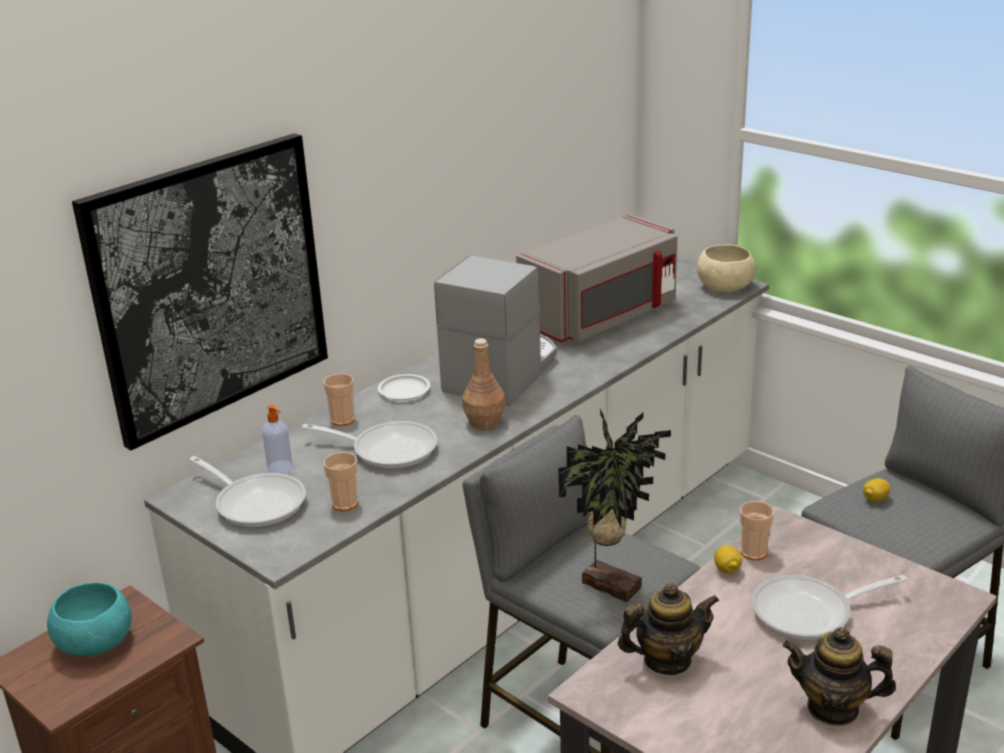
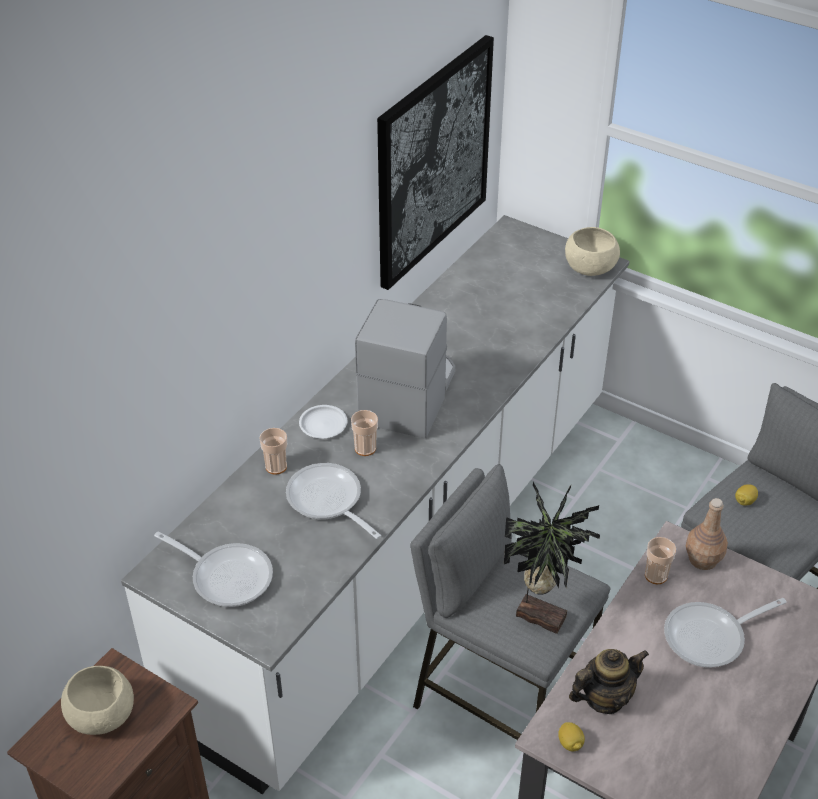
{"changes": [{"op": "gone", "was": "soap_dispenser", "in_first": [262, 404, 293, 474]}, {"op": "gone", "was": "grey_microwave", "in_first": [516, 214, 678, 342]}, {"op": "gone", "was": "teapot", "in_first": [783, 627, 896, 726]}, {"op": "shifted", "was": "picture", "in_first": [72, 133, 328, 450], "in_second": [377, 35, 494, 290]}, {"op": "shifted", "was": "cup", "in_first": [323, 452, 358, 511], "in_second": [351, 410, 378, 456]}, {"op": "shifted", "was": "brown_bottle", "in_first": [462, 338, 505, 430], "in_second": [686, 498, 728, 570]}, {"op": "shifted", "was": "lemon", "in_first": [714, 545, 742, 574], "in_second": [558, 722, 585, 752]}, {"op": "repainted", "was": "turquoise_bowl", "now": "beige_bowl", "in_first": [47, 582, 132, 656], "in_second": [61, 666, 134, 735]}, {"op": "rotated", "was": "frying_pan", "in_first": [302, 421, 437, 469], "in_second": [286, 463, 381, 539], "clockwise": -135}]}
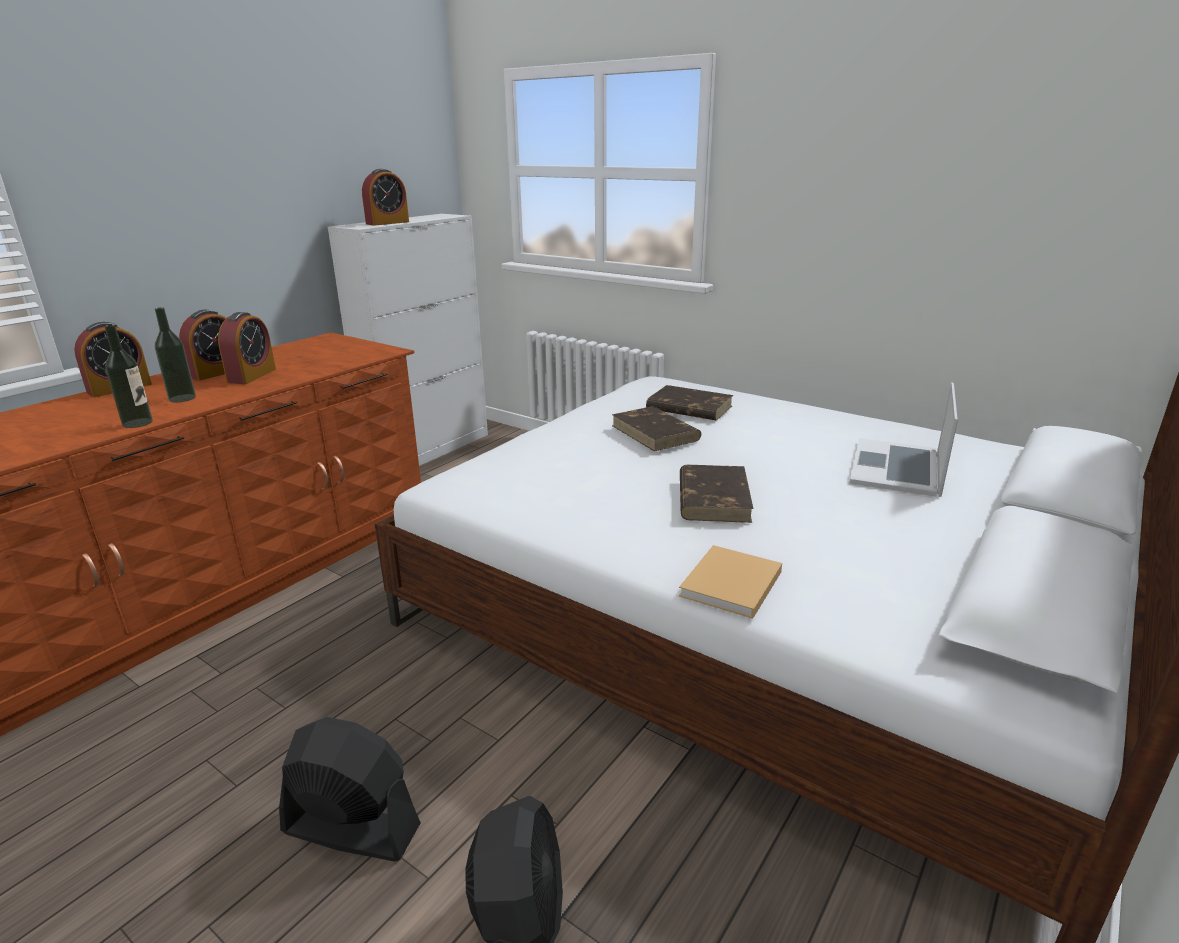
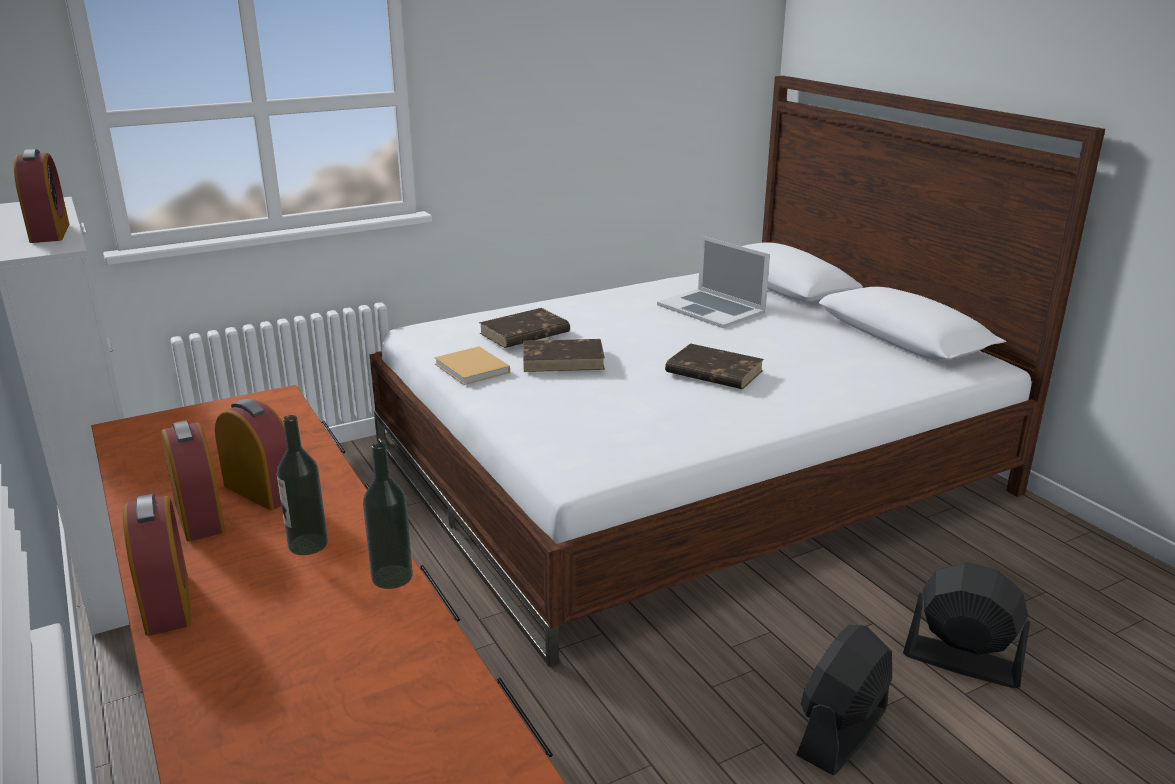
{"changes": [{"op": "shifted", "was": "beige_book", "in_first": [679, 545, 782, 619], "in_second": [434, 347, 510, 385]}]}
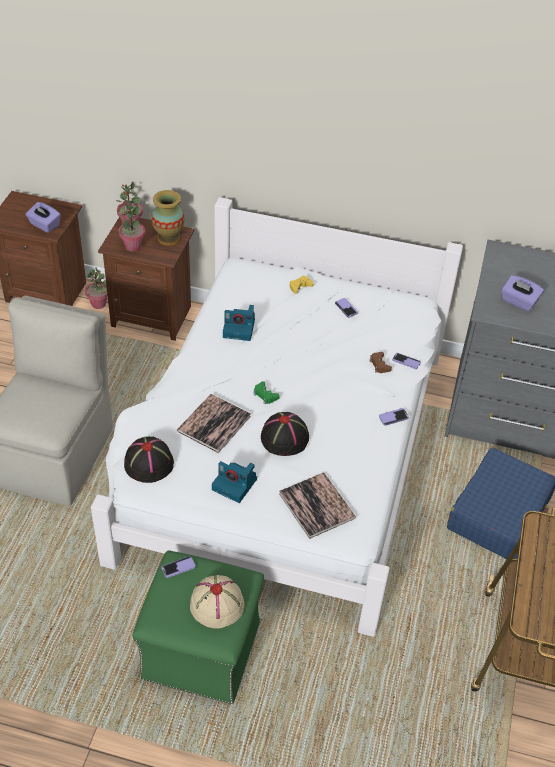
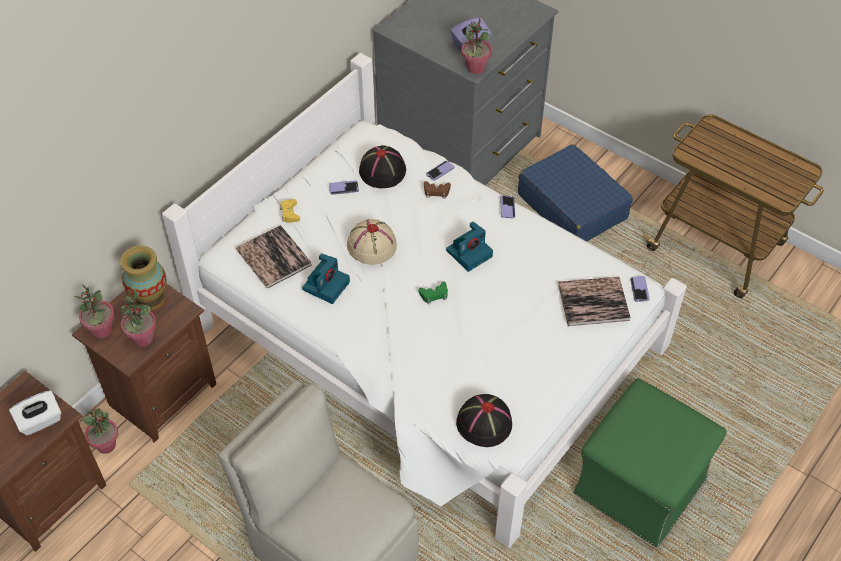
{"changes": [{"op": "new", "now": "potted_plant", "in_second": [461, 16, 492, 74]}, {"op": "shifted", "was": "phone", "in_first": [161, 556, 196, 578], "in_second": [630, 276, 650, 302]}, {"op": "shifted", "was": "book", "in_first": [177, 394, 251, 453], "in_second": [236, 225, 312, 288]}, {"op": "shifted", "was": "beige_hat", "in_first": [190, 575, 244, 628], "in_second": [347, 219, 397, 265]}, {"op": "shifted", "was": "photo_camera", "in_first": [212, 461, 257, 503], "in_second": [446, 221, 493, 272]}, {"op": "shifted", "was": "black_hat", "in_first": [261, 412, 309, 456], "in_second": [359, 145, 406, 188]}, {"op": "repainted", "was": "purple_tissue_box", "now": "white_tissue_box", "in_first": [26, 202, 61, 233], "in_second": [9, 390, 61, 436]}]}
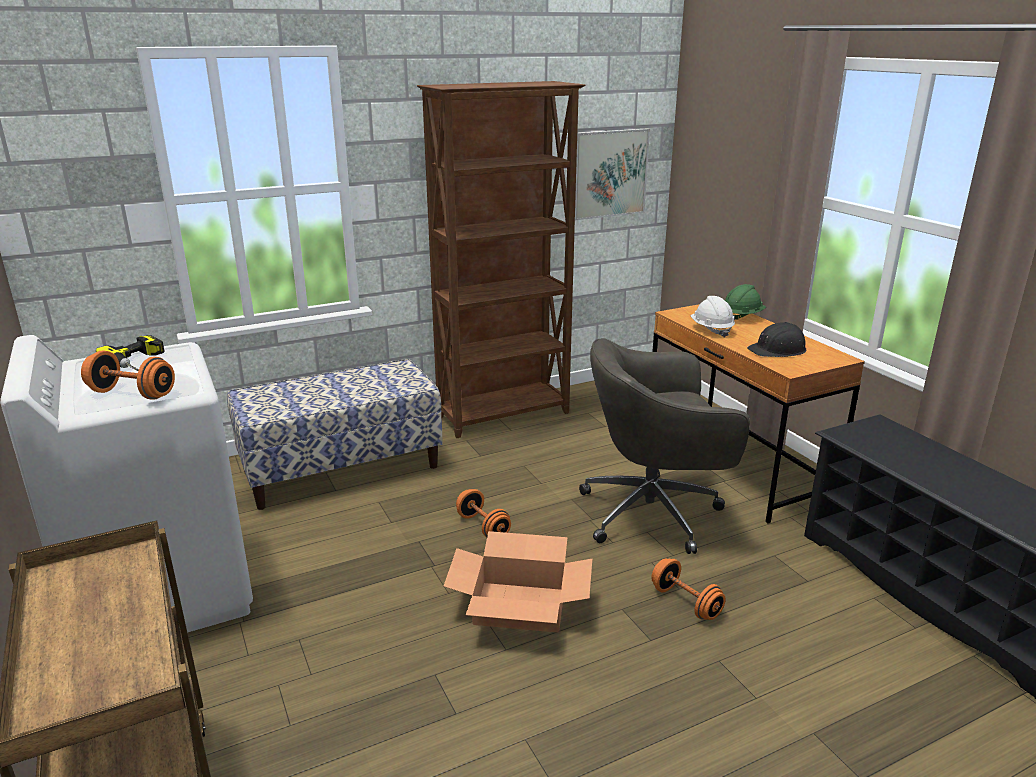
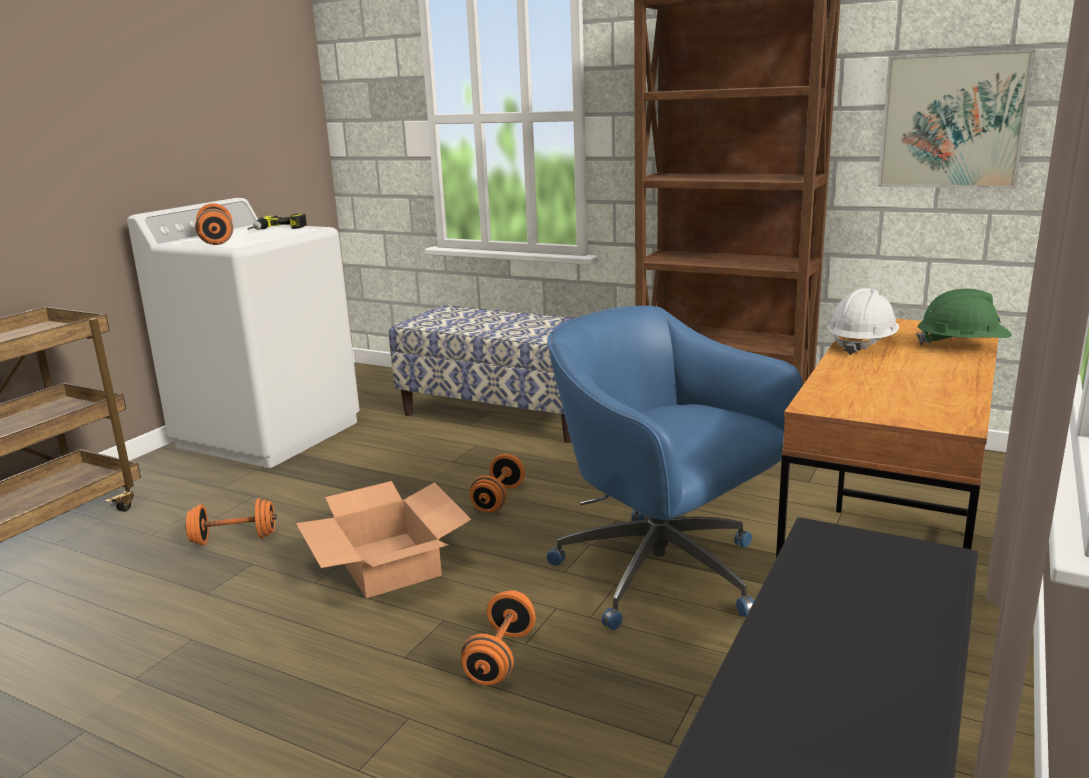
{"changes": [{"op": "gone", "was": "black_hard_hat", "in_first": [747, 322, 806, 357]}, {"op": "new", "now": "orange_dumbbell", "in_second": [185, 498, 277, 545]}, {"op": "repainted", "was": "grey_office_chair", "now": "blue_office_chair", "in_first": [579, 338, 750, 554], "in_second": [546, 306, 803, 630]}]}
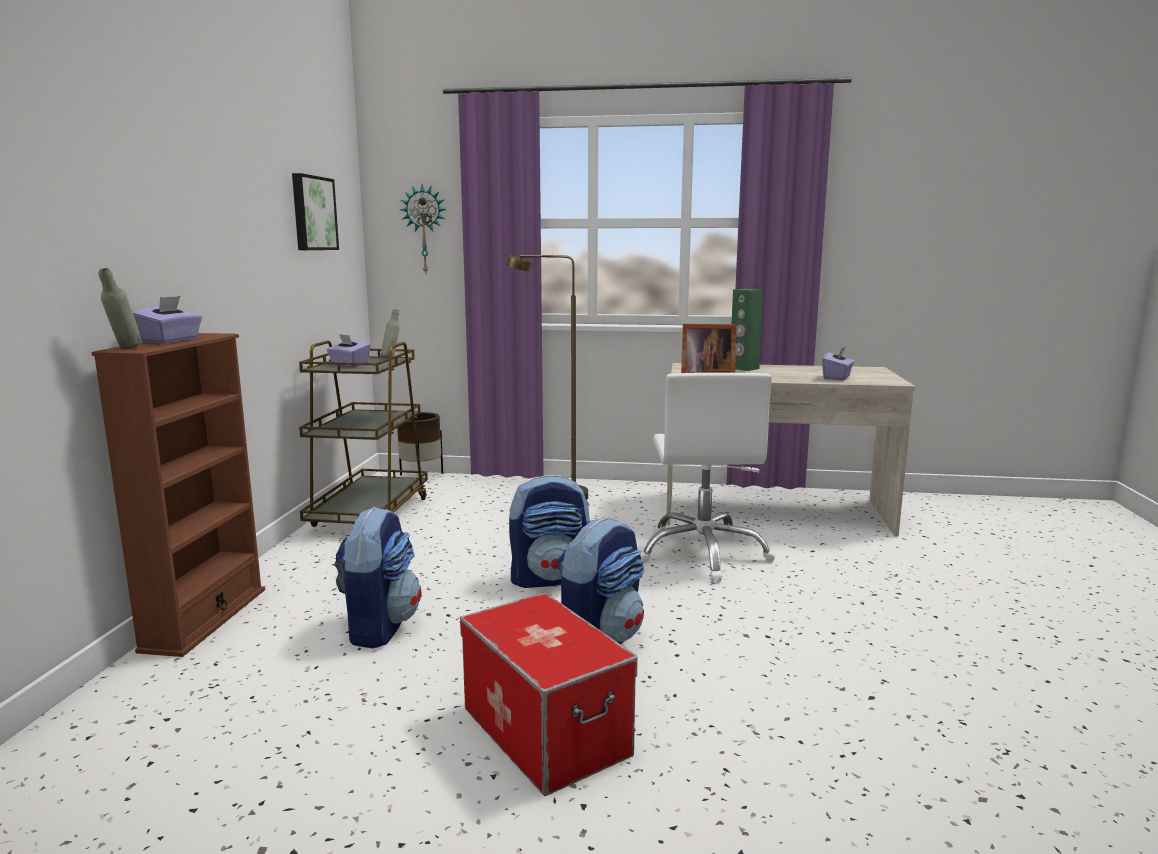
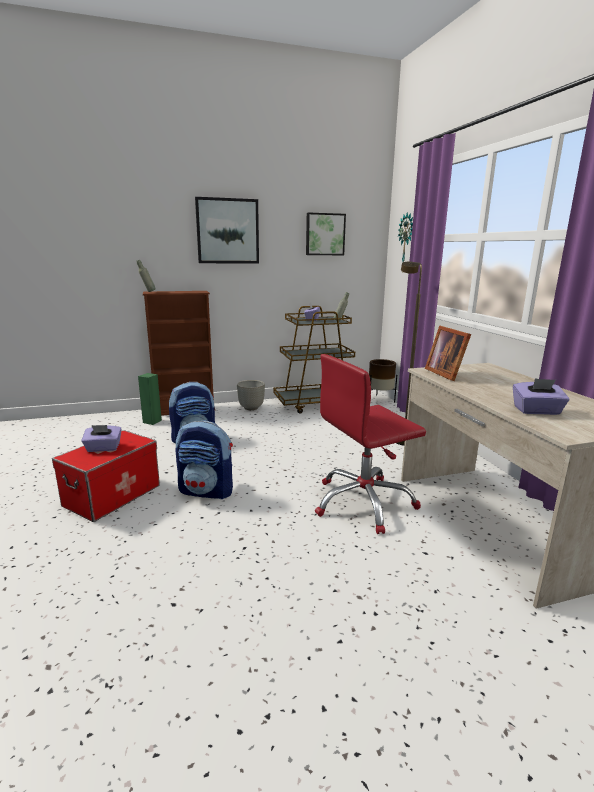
{"changes": [{"op": "gone", "was": "backpack", "in_first": [509, 475, 590, 588]}, {"op": "new", "now": "picture", "in_second": [195, 197, 259, 263]}, {"op": "new", "now": "grey_planter", "in_second": [237, 380, 265, 410]}, {"op": "shifted", "was": "purple_tissue_box", "in_first": [133, 296, 202, 343], "in_second": [81, 425, 122, 452]}, {"op": "shifted", "was": "green_speaker", "in_first": [732, 289, 763, 371], "in_second": [138, 373, 162, 425]}, {"op": "repainted", "was": "white_office_chair", "now": "red_office_chair", "in_first": [640, 373, 775, 581], "in_second": [315, 354, 426, 534]}]}
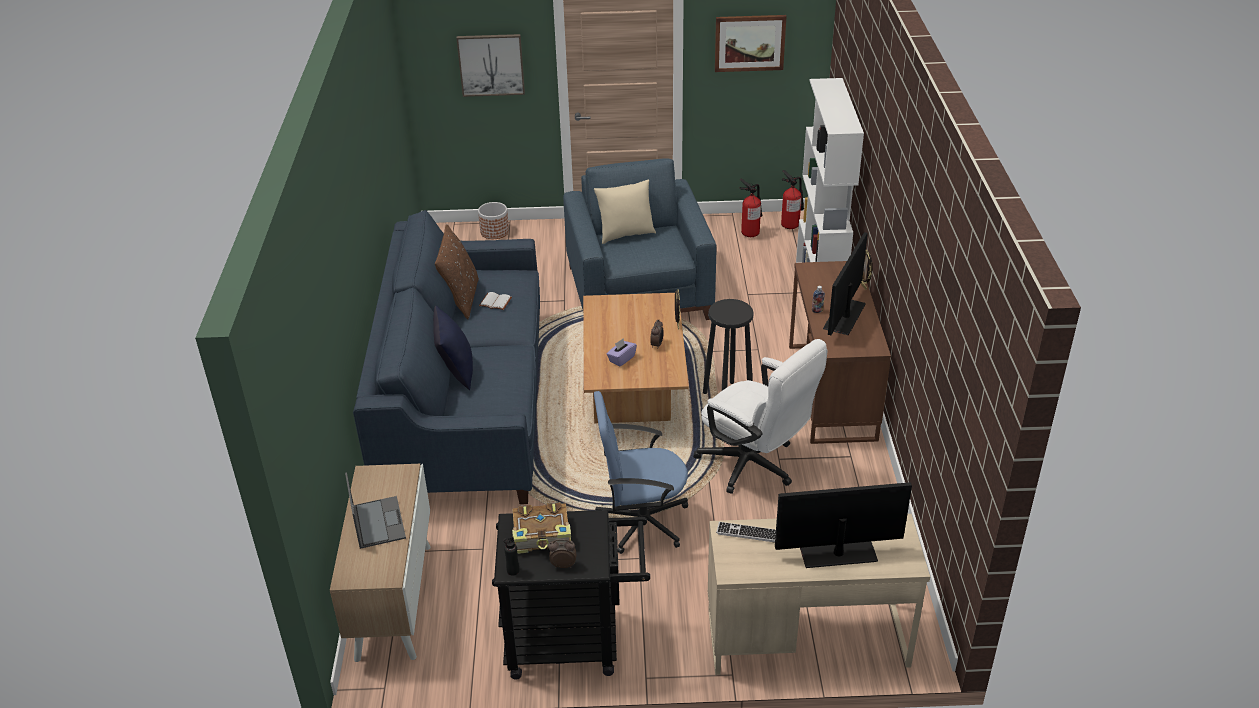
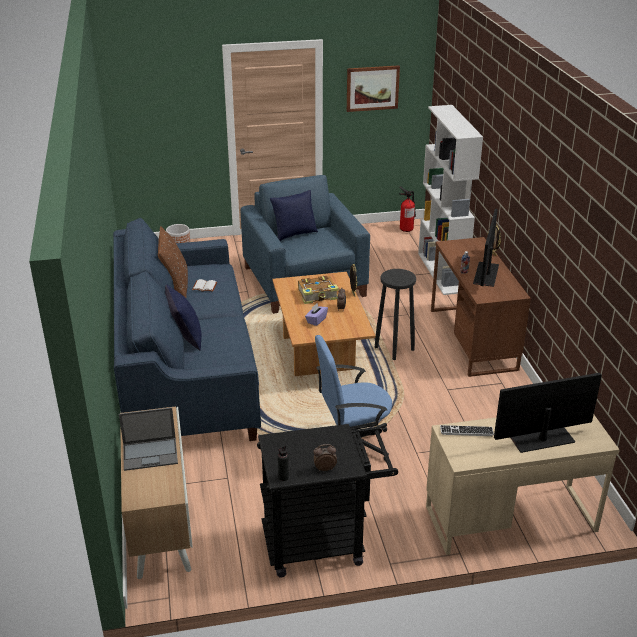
{"changes": [{"op": "gone", "was": "picture", "in_first": [456, 34, 525, 97]}, {"op": "gone", "was": "white_office_chair", "in_first": [694, 339, 828, 494]}, {"op": "gone", "was": "fire_extinguisher", "in_first": [739, 179, 762, 237]}, {"op": "shifted", "was": "book", "in_first": [512, 502, 571, 554], "in_second": [298, 275, 339, 304]}, {"op": "repainted", "was": "beige_pillow", "now": "blue_pillow", "in_first": [594, 180, 656, 244], "in_second": [270, 190, 318, 241]}, {"op": "rotated", "was": "laptop", "in_first": [345, 472, 406, 549], "in_second": [119, 407, 178, 471], "clockwise": 105}]}
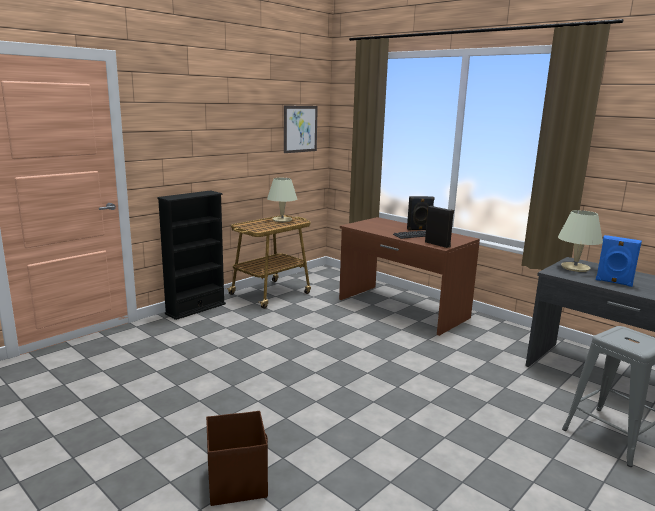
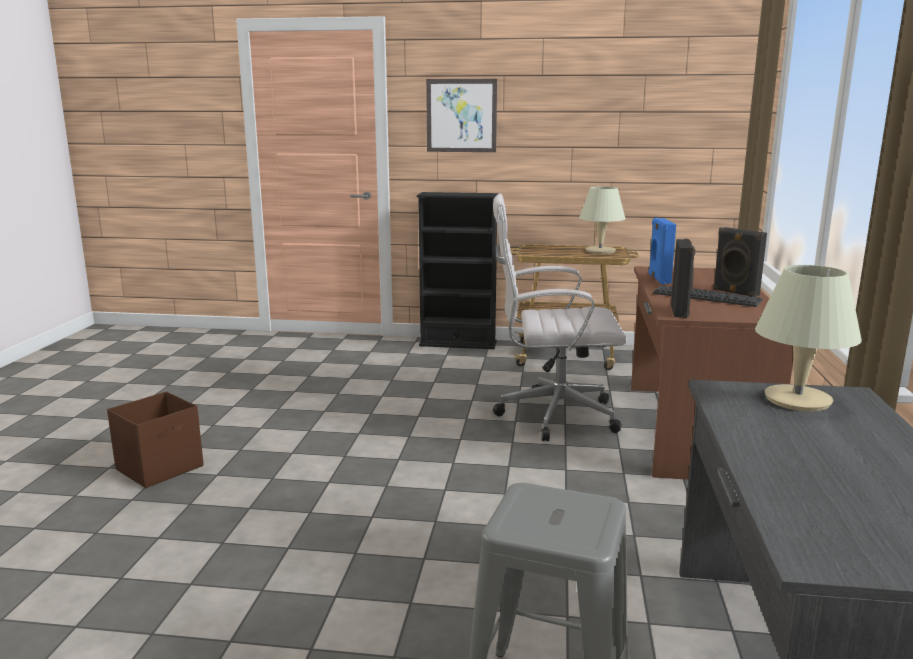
{"changes": [{"op": "new", "now": "white_office_chair", "in_second": [493, 194, 627, 441]}, {"op": "shifted", "was": "picture", "in_first": [284, 105, 318, 153], "in_second": [426, 79, 497, 152]}, {"op": "shifted", "was": "blue_speaker", "in_first": [596, 235, 642, 287], "in_second": [648, 218, 676, 284]}]}
